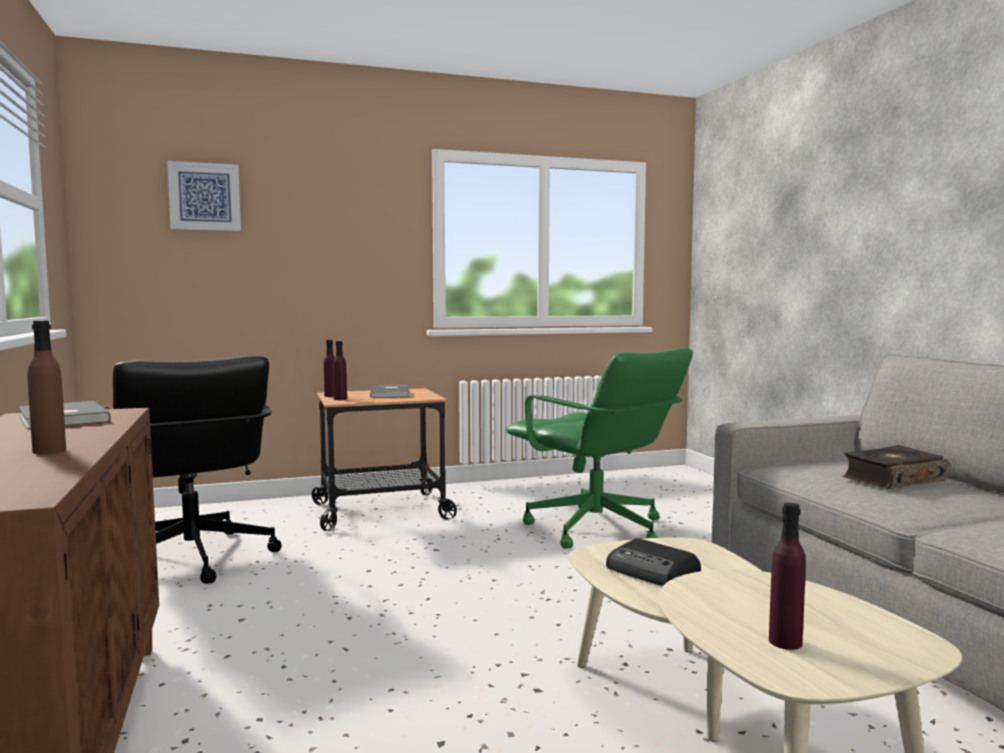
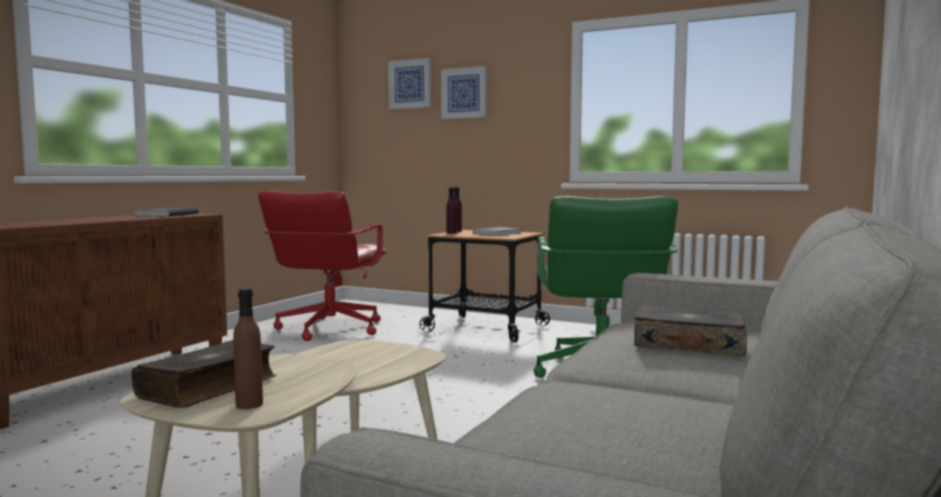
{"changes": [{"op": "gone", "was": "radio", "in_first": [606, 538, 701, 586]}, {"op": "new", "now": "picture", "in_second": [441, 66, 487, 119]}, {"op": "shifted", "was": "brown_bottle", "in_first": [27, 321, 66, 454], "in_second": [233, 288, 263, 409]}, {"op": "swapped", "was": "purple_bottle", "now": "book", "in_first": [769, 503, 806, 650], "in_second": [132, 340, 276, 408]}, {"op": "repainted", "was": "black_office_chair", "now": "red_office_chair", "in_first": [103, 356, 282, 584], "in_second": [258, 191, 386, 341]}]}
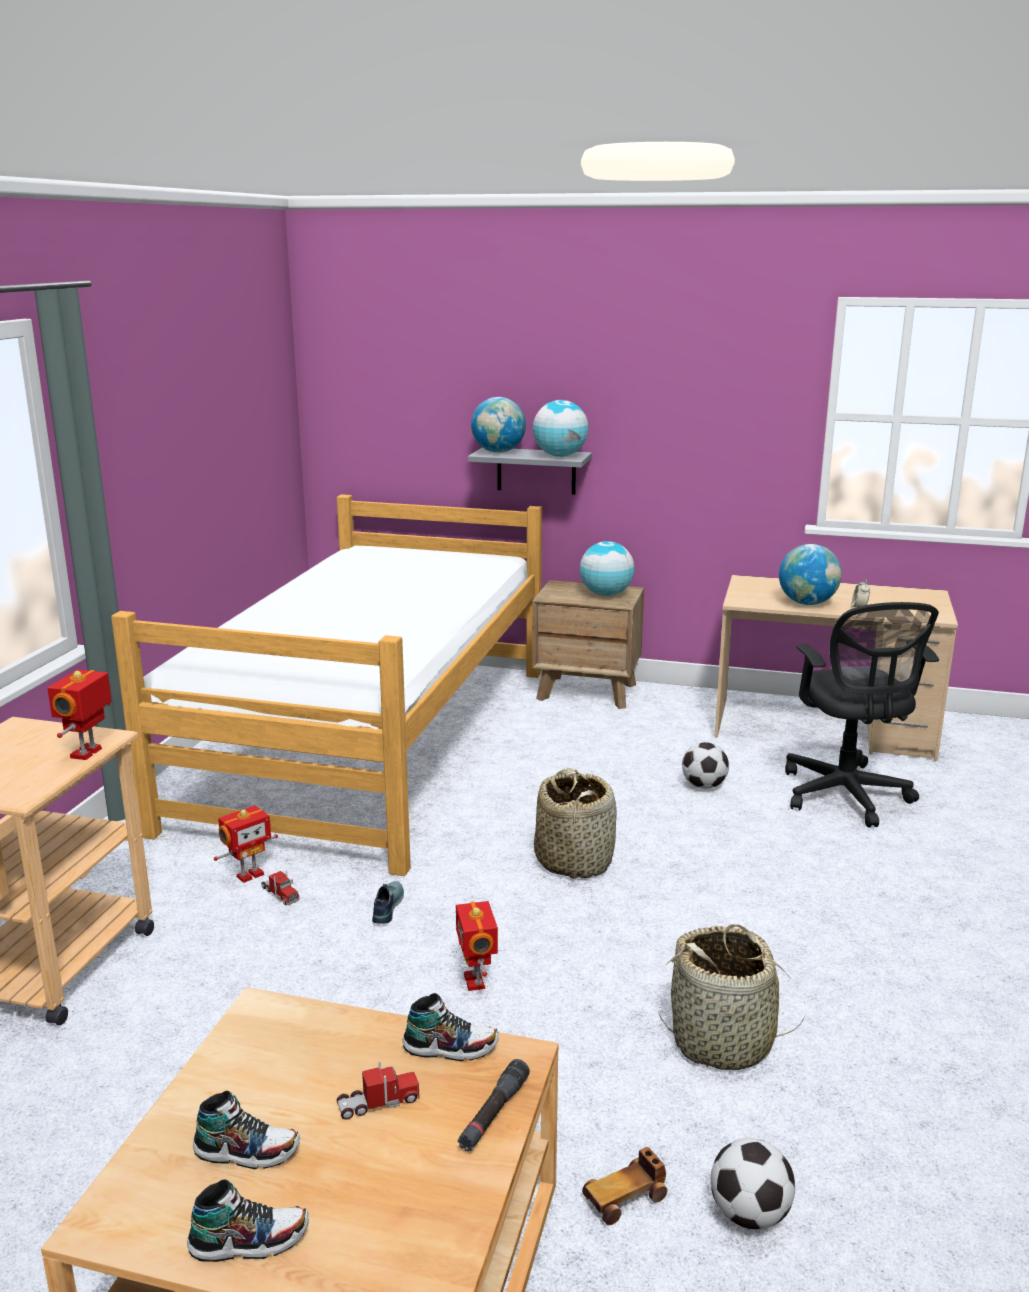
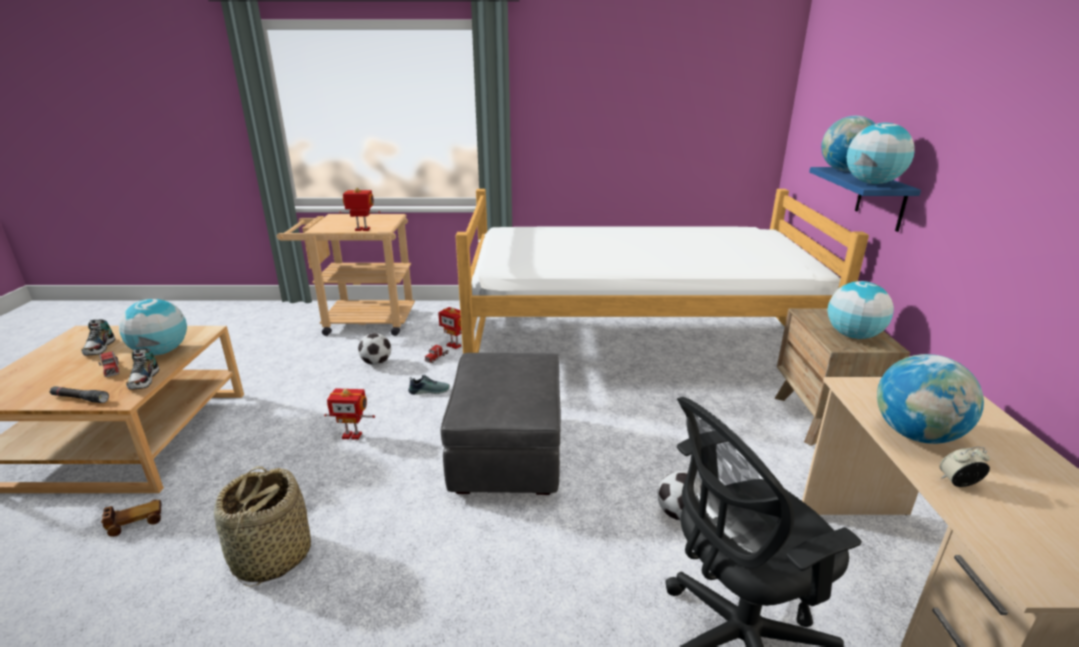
{"changes": [{"op": "gone", "was": "shoe", "in_first": [187, 1179, 309, 1262]}, {"op": "new", "now": "globe", "in_second": [119, 299, 187, 355]}, {"op": "shifted", "was": "football", "in_first": [711, 1138, 795, 1230], "in_second": [358, 333, 391, 365]}, {"op": "swapped", "was": "basket", "now": "grey_ottoman", "in_first": [534, 768, 617, 879], "in_second": [441, 353, 561, 495]}, {"op": "repainted", "was": "grey_shelf", "now": "blue_shelf", "in_first": [468, 447, 592, 495], "in_second": [809, 167, 921, 232]}, {"op": "rotated", "was": "toy_robot", "in_first": [456, 901, 498, 991], "in_second": [324, 388, 375, 440], "clockwise": -150}, {"op": "rotated", "was": "toy_car", "in_first": [582, 1147, 667, 1225], "in_second": [101, 500, 162, 537], "clockwise": 105}]}
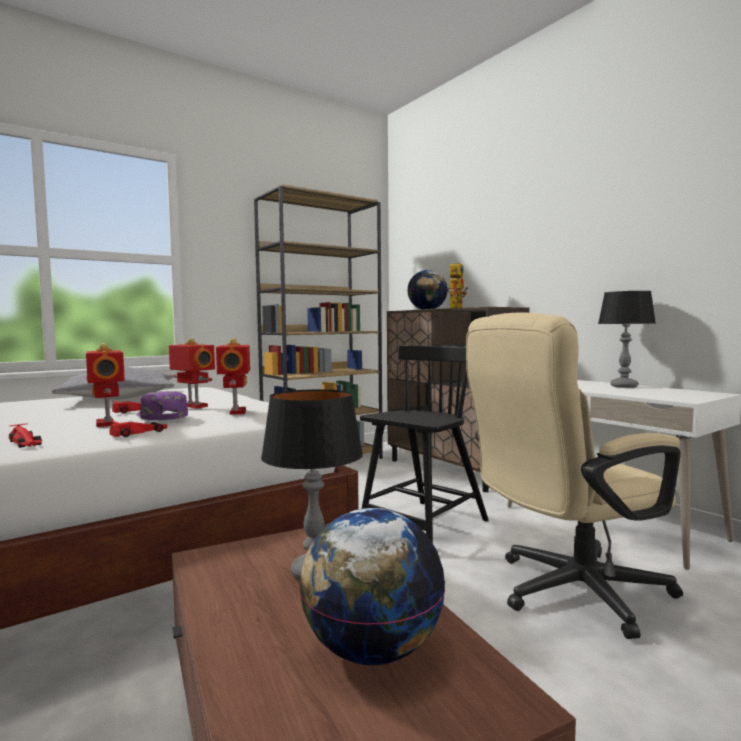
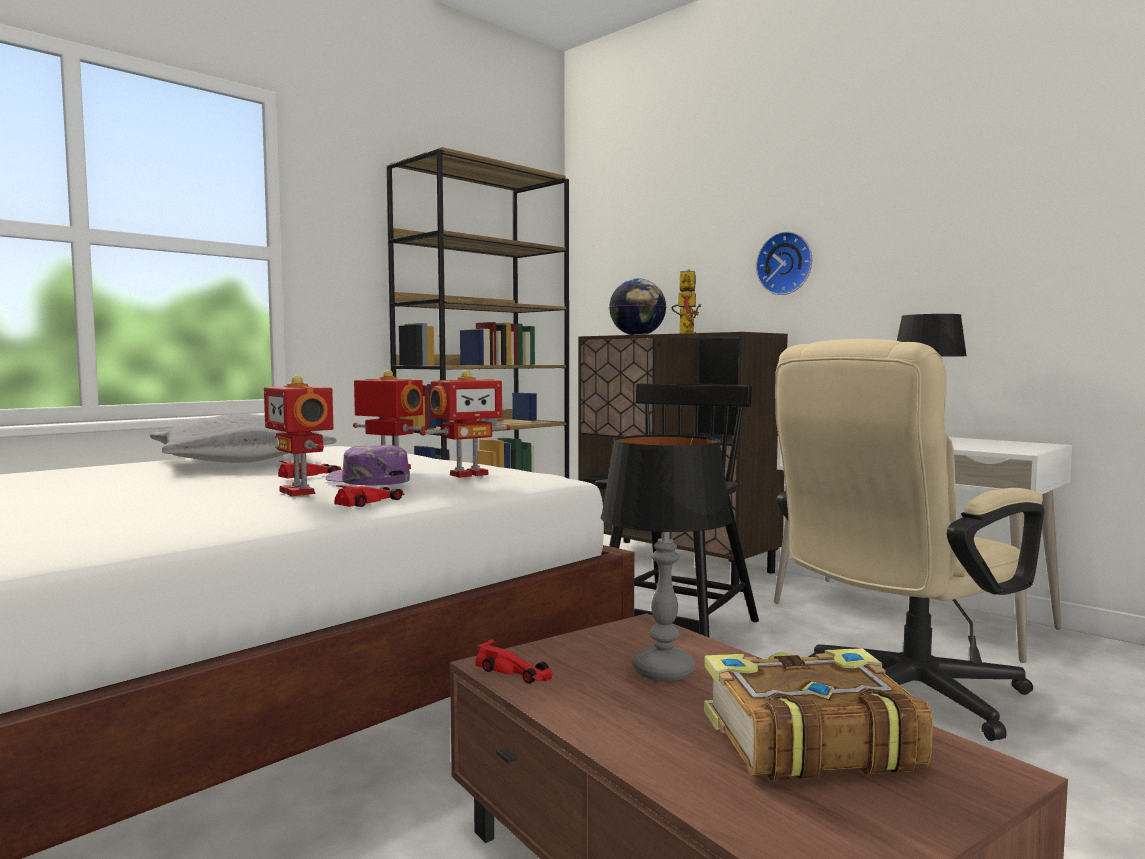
{"changes": [{"op": "new", "now": "wall_clock", "in_second": [756, 231, 812, 295]}, {"op": "shifted", "was": "red_toy_car", "in_first": [9, 423, 42, 448], "in_second": [475, 639, 552, 684]}, {"op": "swapped", "was": "globe", "now": "book", "in_first": [299, 508, 445, 665], "in_second": [704, 648, 933, 781]}, {"op": "rotated", "was": "toy_robot", "in_first": [216, 338, 250, 415], "in_second": [420, 370, 510, 478], "clockwise": 75}]}
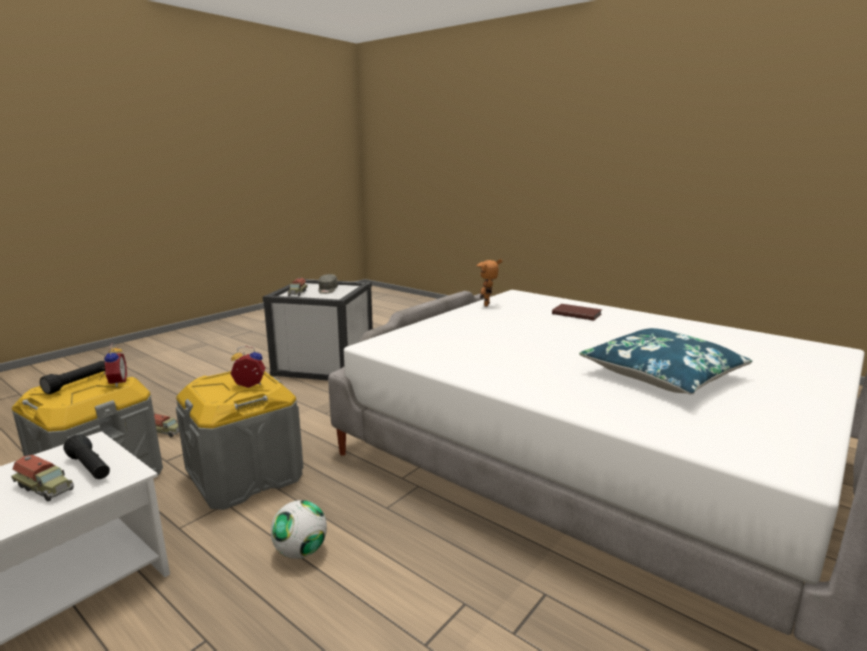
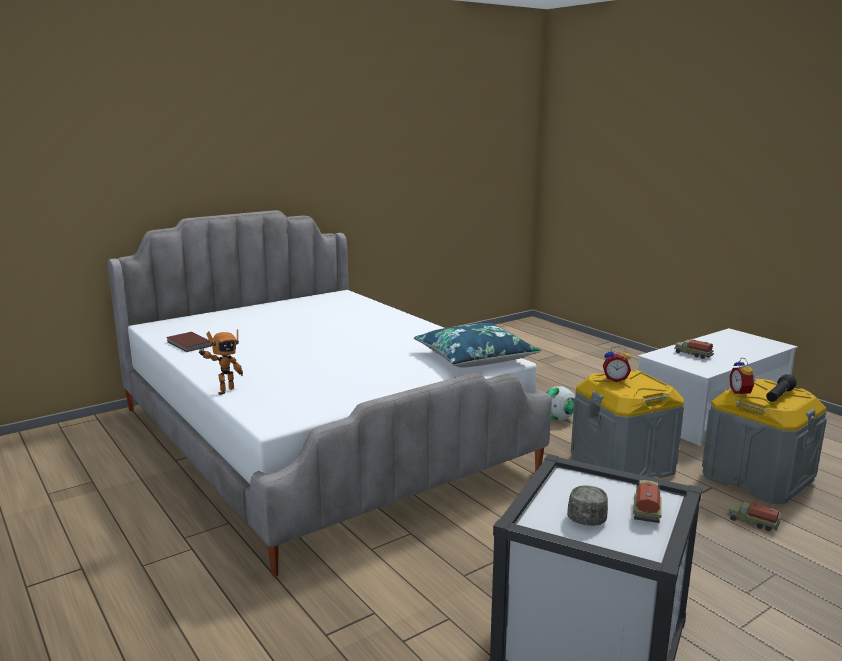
{"changes": [{"op": "gone", "was": "black_flashlight", "in_first": [64, 434, 110, 479]}, {"op": "shifted", "was": "toy_robot", "in_first": [477, 259, 503, 307], "in_second": [199, 329, 243, 395]}, {"op": "shifted", "was": "brown_book", "in_first": [552, 304, 602, 321], "in_second": [167, 332, 212, 352]}, {"op": "shifted", "was": "blue_pillow", "in_first": [579, 328, 752, 395], "in_second": [414, 323, 541, 368]}]}
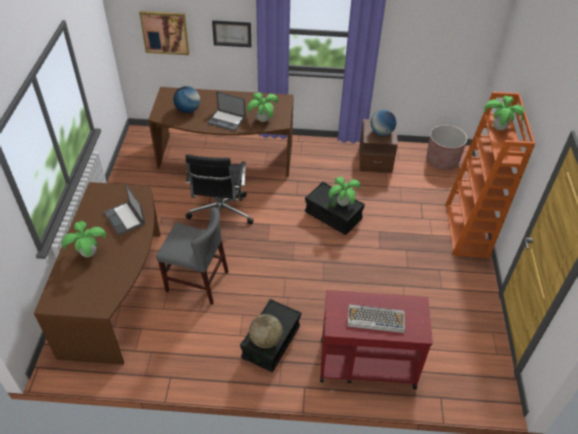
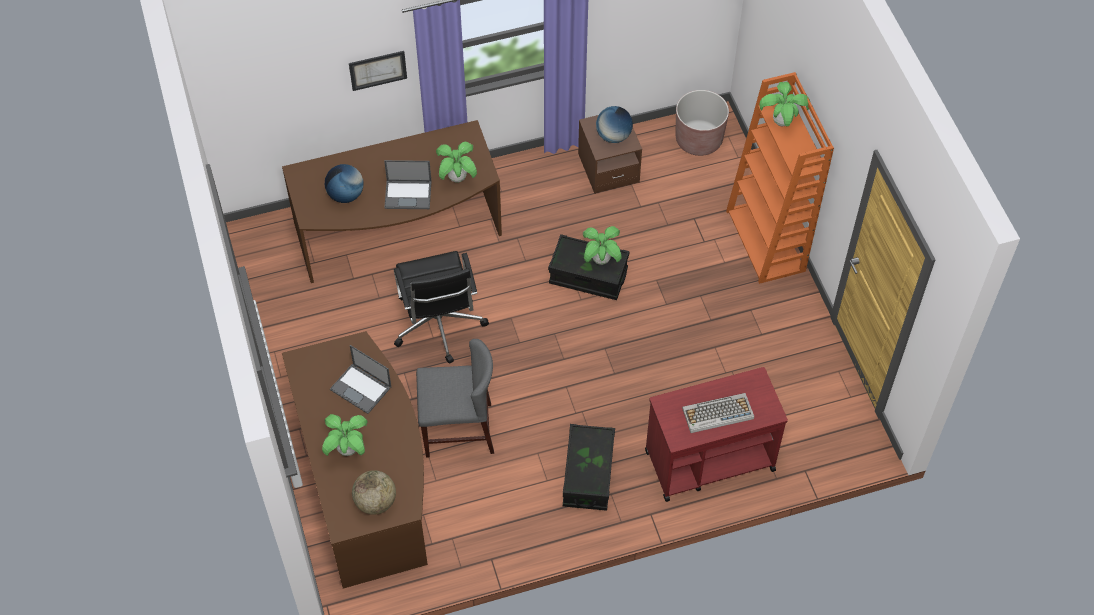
{"changes": [{"op": "gone", "was": "picture", "in_first": [139, 11, 190, 55]}, {"op": "shifted", "was": "globe", "in_first": [249, 314, 283, 348], "in_second": [352, 470, 396, 515]}]}
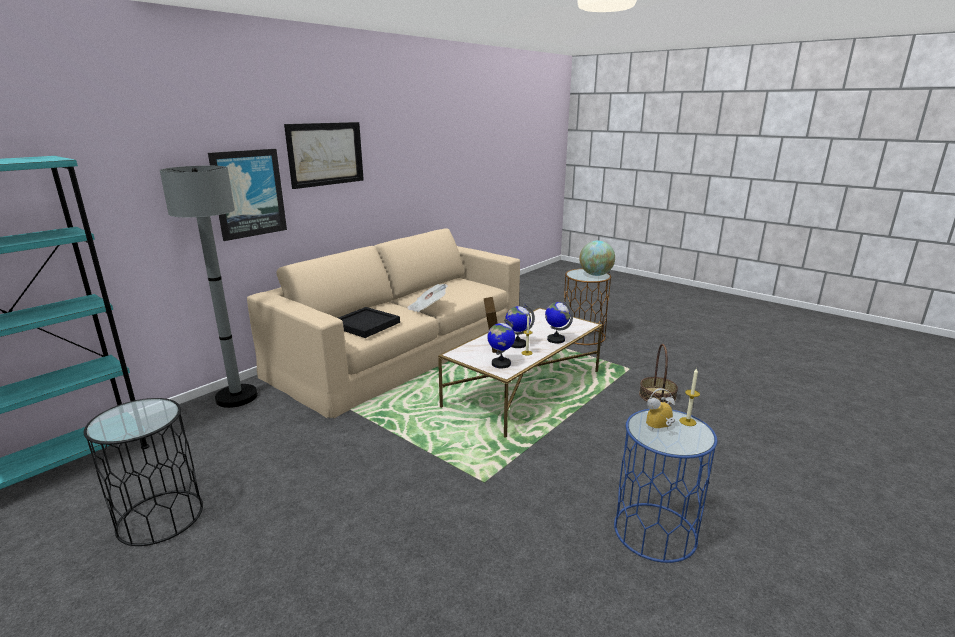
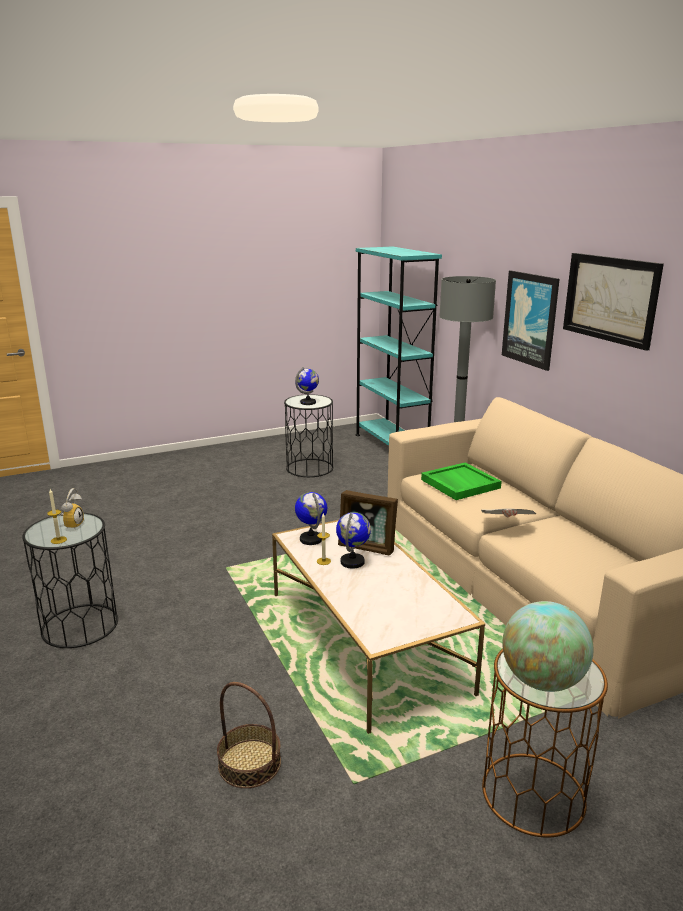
{"changes": [{"op": "shifted", "was": "globe", "in_first": [545, 301, 573, 343], "in_second": [295, 367, 319, 405]}, {"op": "repainted", "was": "black_tray", "now": "green_tray", "in_first": [338, 307, 400, 338], "in_second": [421, 463, 502, 500]}, {"op": "repainted", "was": "blue_side_table", "now": "black_side_table", "in_first": [614, 409, 717, 563], "in_second": [22, 513, 118, 648]}]}
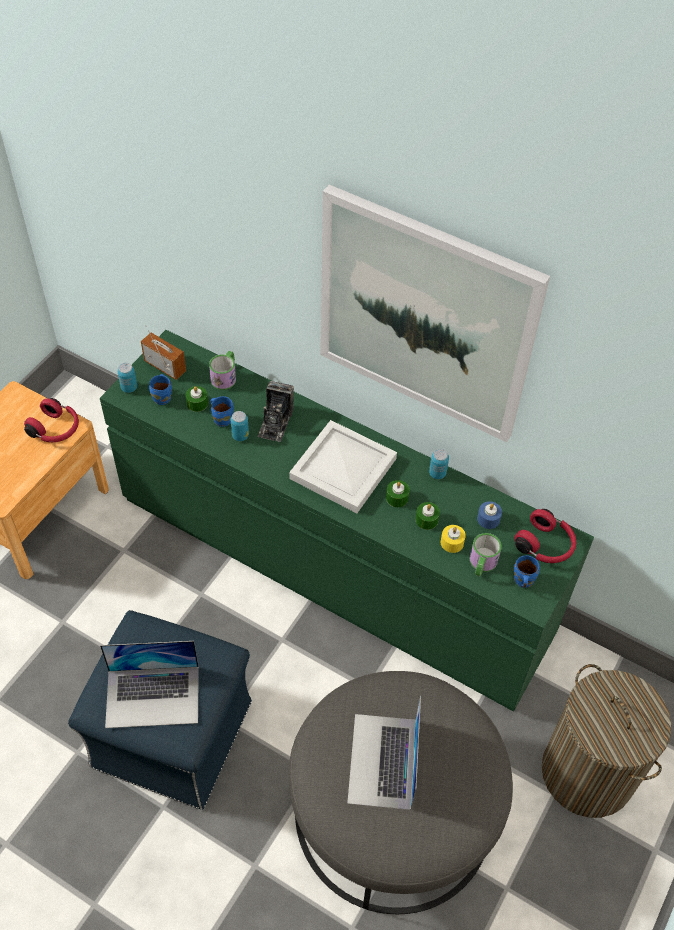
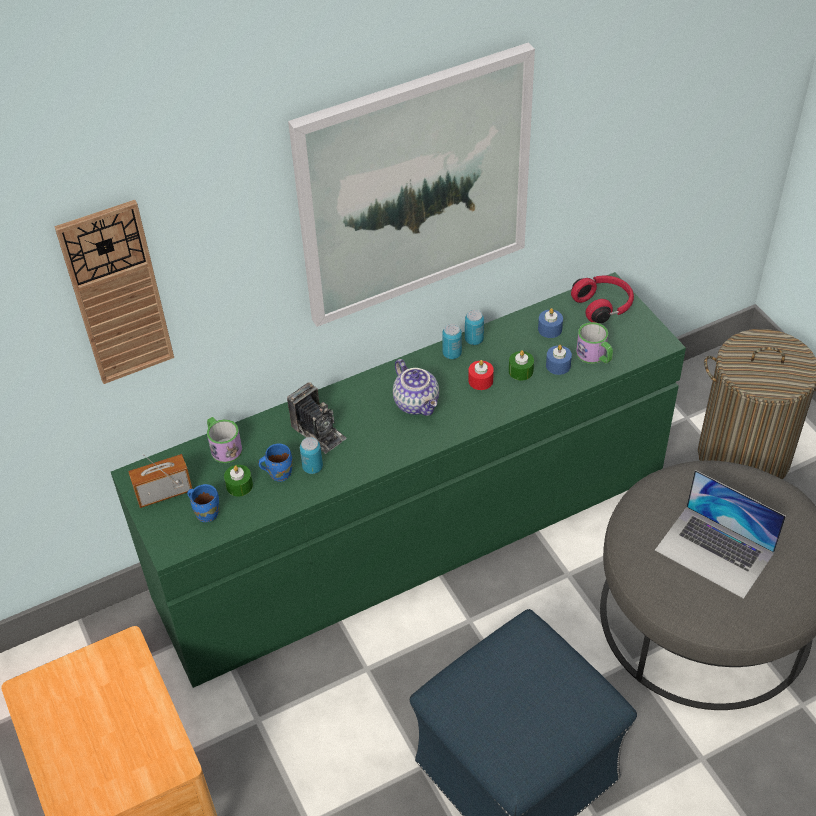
{"changes": [{"op": "gone", "was": "red_headphones", "in_first": [24, 398, 79, 442]}, {"op": "gone", "was": "laptop", "in_first": [100, 641, 199, 728]}, {"op": "gone", "was": "blue_mug", "in_first": [514, 555, 540, 588]}, {"op": "new", "now": "wall_clock", "in_second": [54, 200, 174, 384]}, {"op": "shifted", "was": "can", "in_first": [117, 363, 137, 393], "in_second": [442, 324, 462, 359]}, {"op": "swapped", "was": "white_tray", "now": "teapot", "in_first": [289, 420, 397, 513], "in_second": [393, 359, 439, 416]}, {"op": "repainted", "was": "green_candle", "now": "red_candle", "in_first": [386, 480, 410, 507], "in_second": [468, 360, 494, 390]}, {"op": "repainted", "was": "yellow_candle", "now": "blue_candle", "in_first": [441, 525, 466, 553], "in_second": [546, 345, 572, 375]}]}
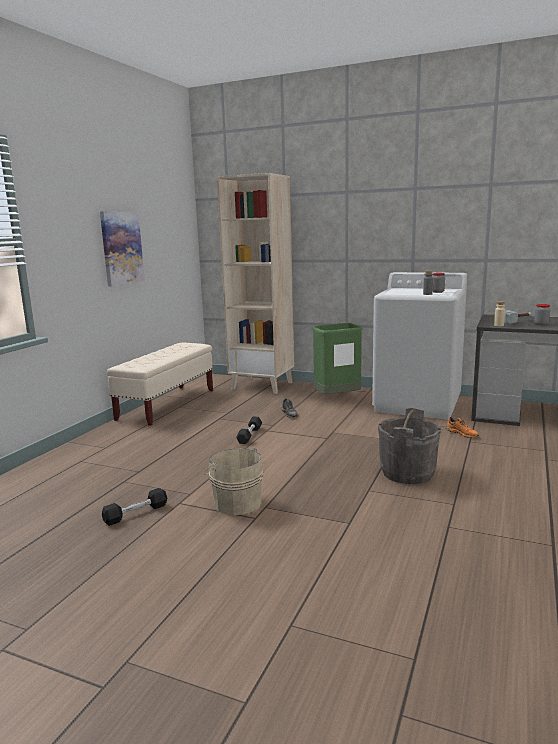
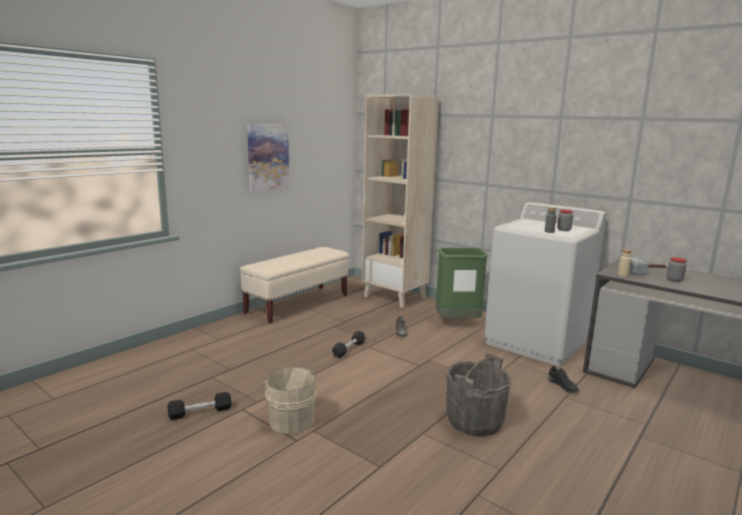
{"changes": [{"op": "repainted", "was": "orange_shoe", "now": "black_shoe", "in_first": [446, 417, 479, 437], "in_second": [547, 366, 579, 393]}]}
